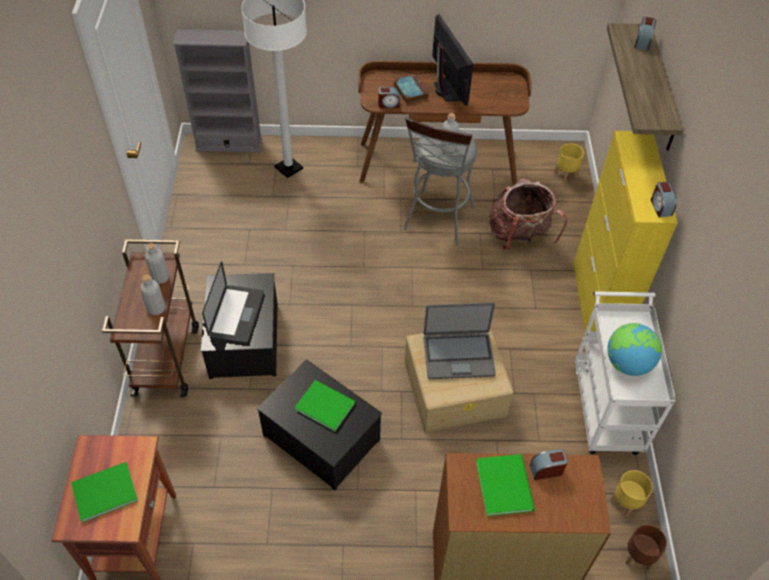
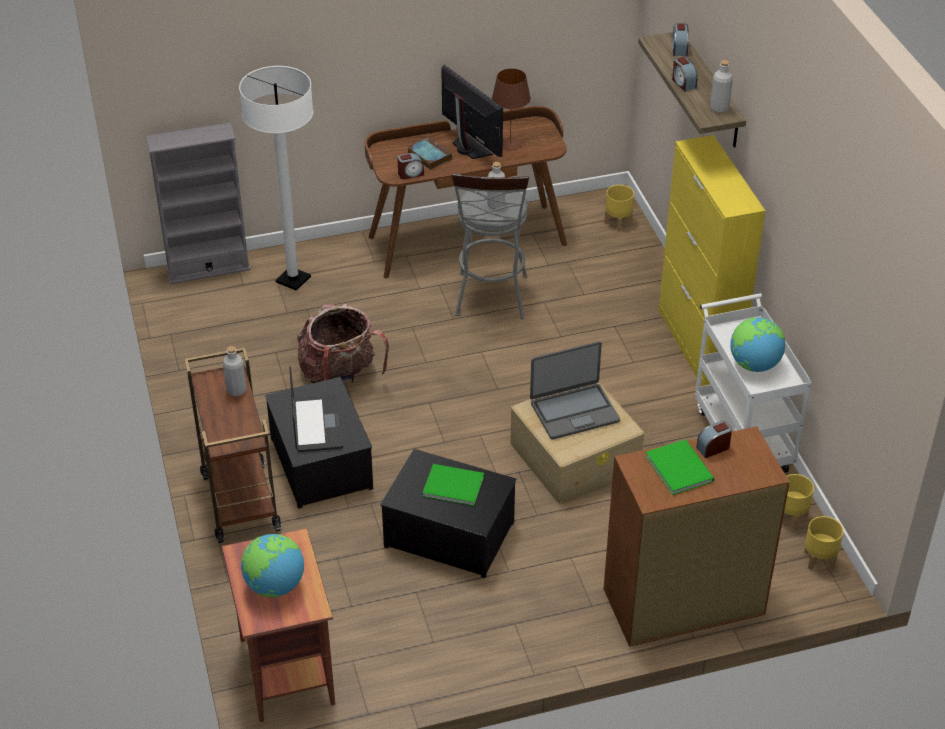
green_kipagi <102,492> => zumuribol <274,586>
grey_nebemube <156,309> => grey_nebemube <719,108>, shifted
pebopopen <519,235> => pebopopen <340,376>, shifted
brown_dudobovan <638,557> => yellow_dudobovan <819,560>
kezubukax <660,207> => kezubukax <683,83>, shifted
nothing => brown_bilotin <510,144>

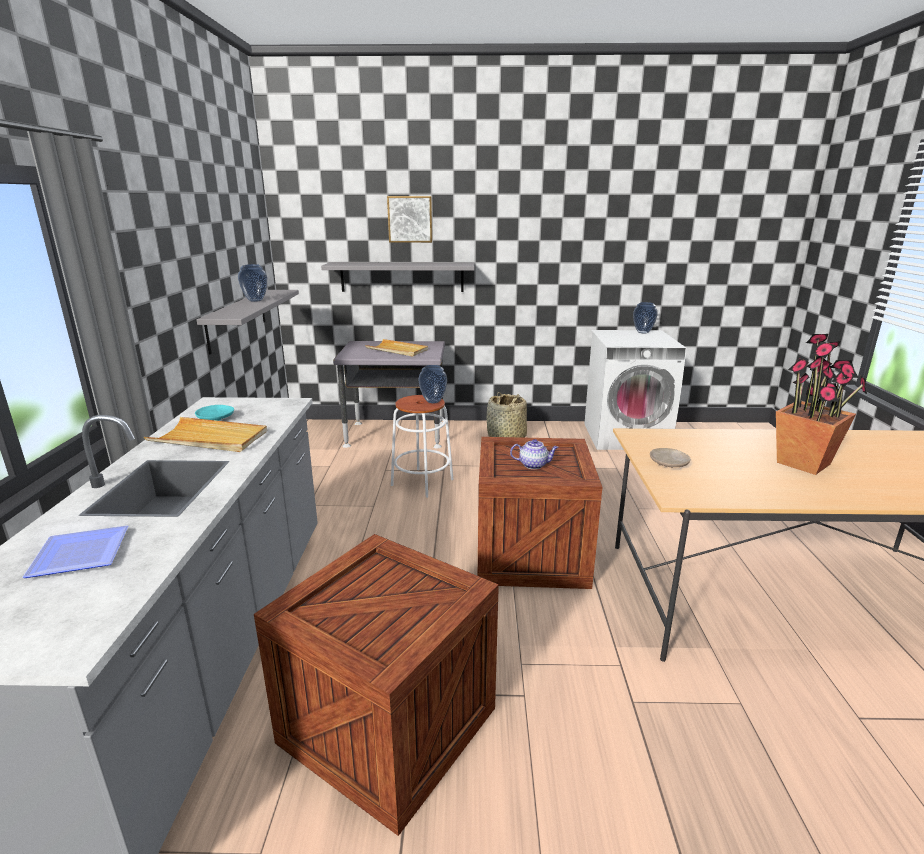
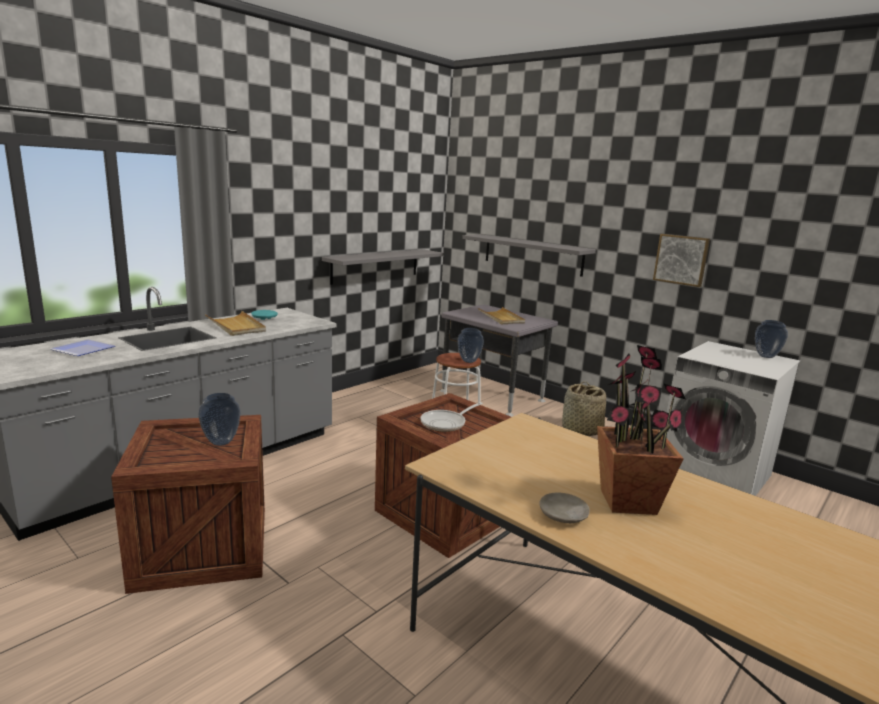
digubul <256,300> => digubul <221,442>, shifted
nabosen <410,219> => nabosen <681,259>, shifted
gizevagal <534,465> => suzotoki <446,423>
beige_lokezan <669,463> => beige_lokezan <563,515>, shifted

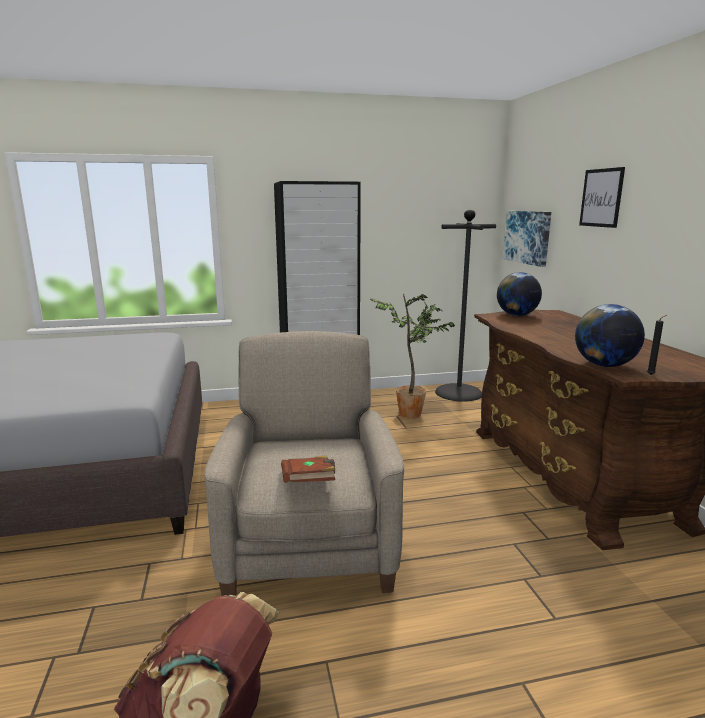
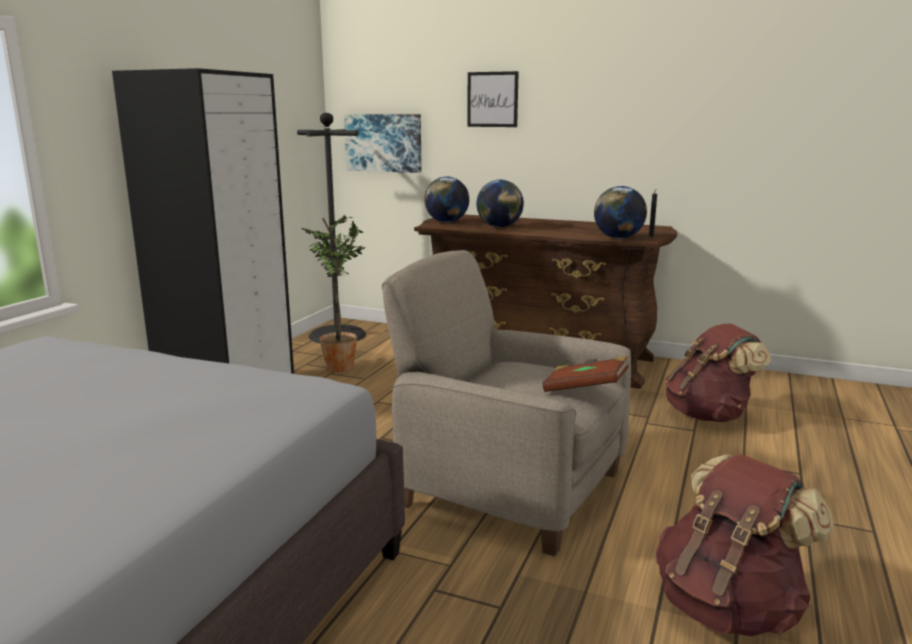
nothing => zumuribol <499,227>
nothing => brown_pebopopen <709,415>

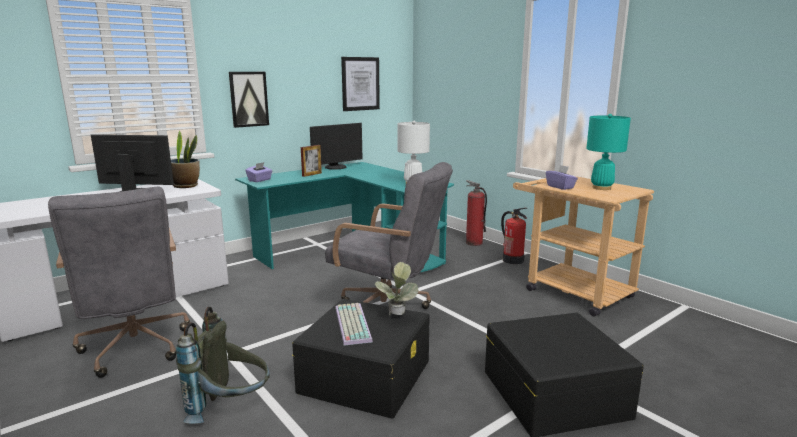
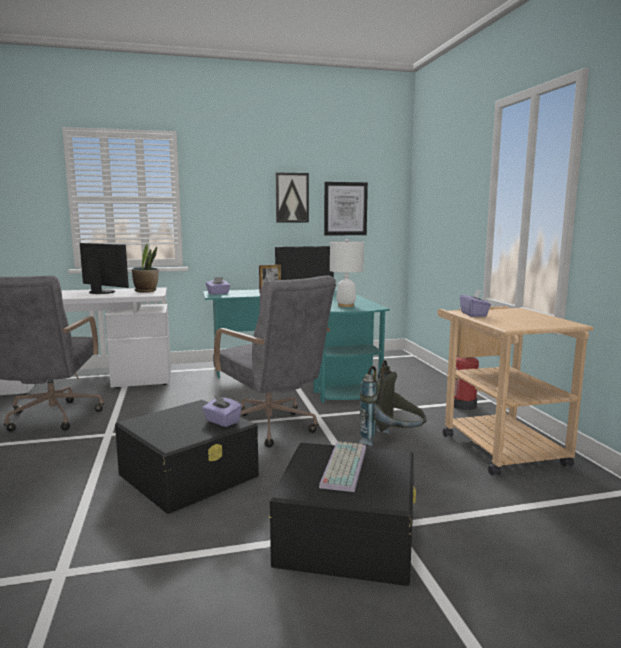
grey_pebopopen <231,409> => grey_pebopopen <392,444>, shifted
nabosen <248,99> => nabosen <292,197>, shifted
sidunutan <351,324> => sidunutan <342,466>, shifted
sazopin <396,318> => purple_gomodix <222,421>
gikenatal <474,243> => nothing
turquoise_bilotin <601,188> => nothing

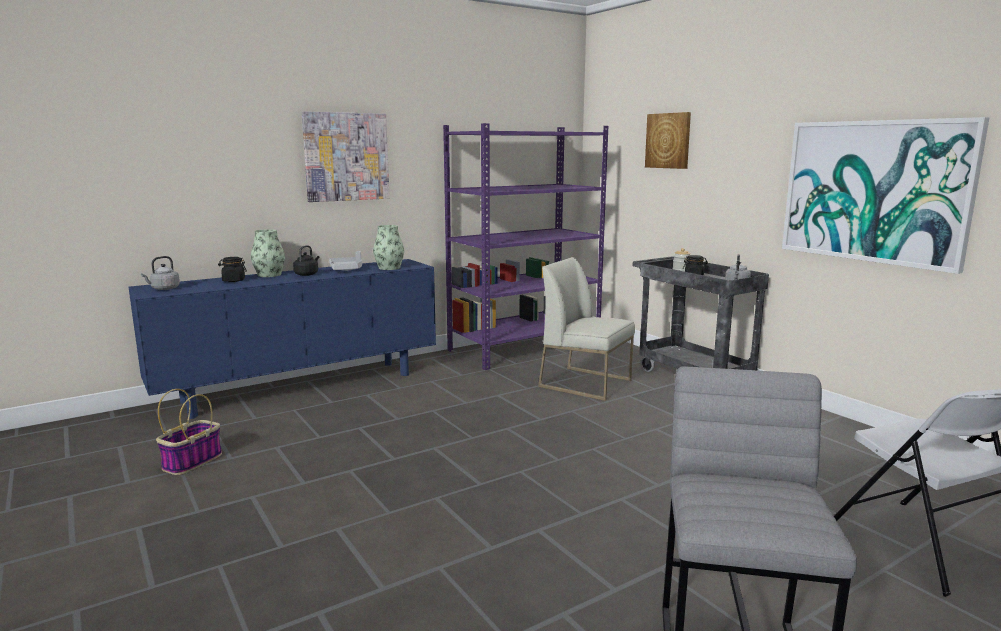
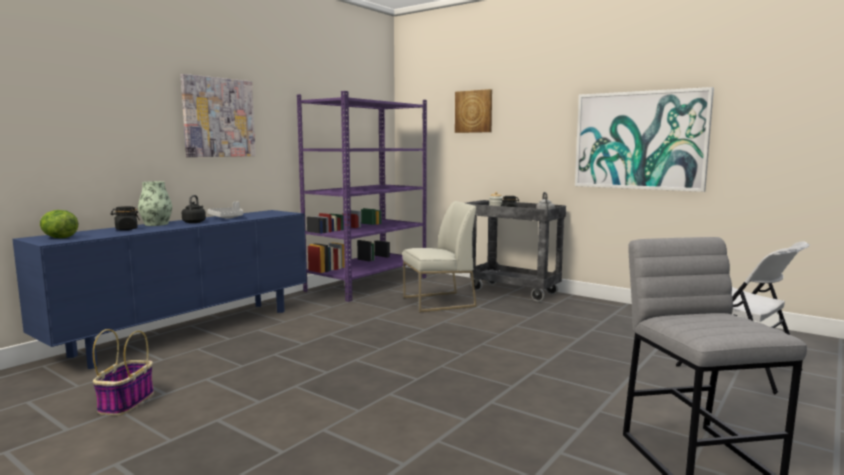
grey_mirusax <164,289> => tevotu <59,238>
digubul <389,268> => nothing
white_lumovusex <586,383> => white_lumovusex <438,302>, 150 degrees clockwise

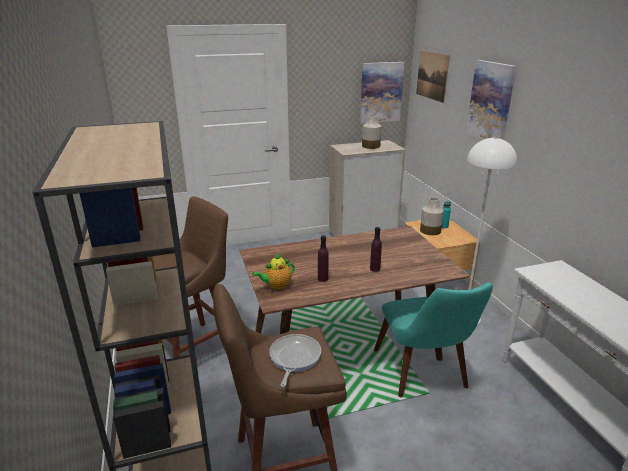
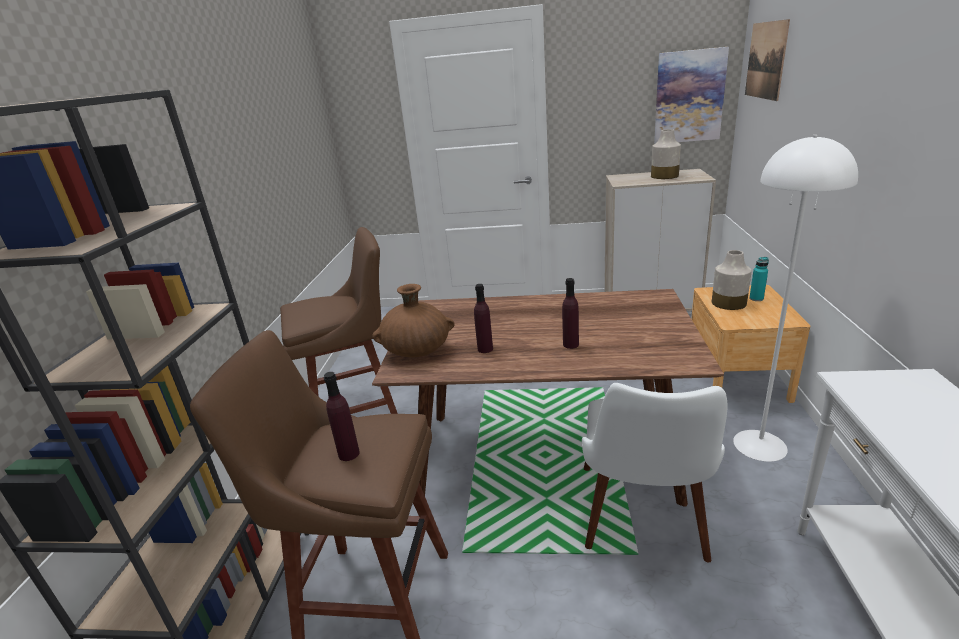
gizevagal <276,286> => brown_digubul <417,351>
suzotoki <294,358> => purple_nebemube <349,454>
turquoise_lumovusex <425,376> => white_lumovusex <644,525>
nabosen <491,102> => nothing

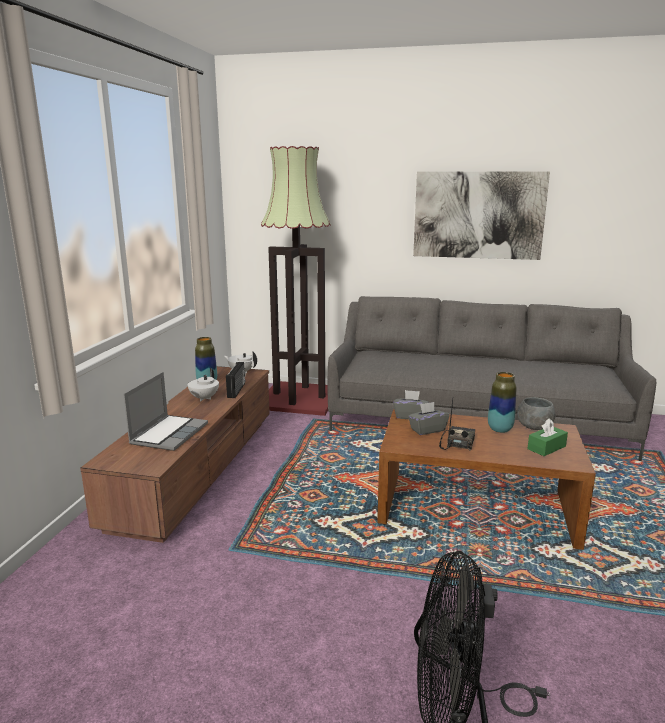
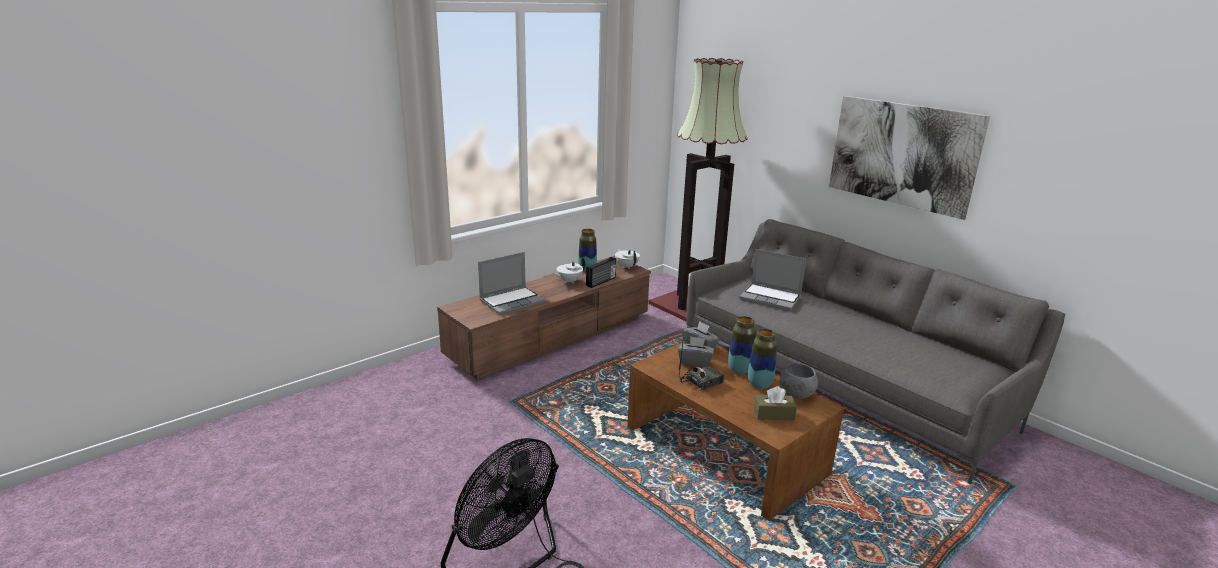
green_gomodix <546,448> => brown_gomodix <773,414>
nothing => digubul <739,370>
nothing => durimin <771,298>

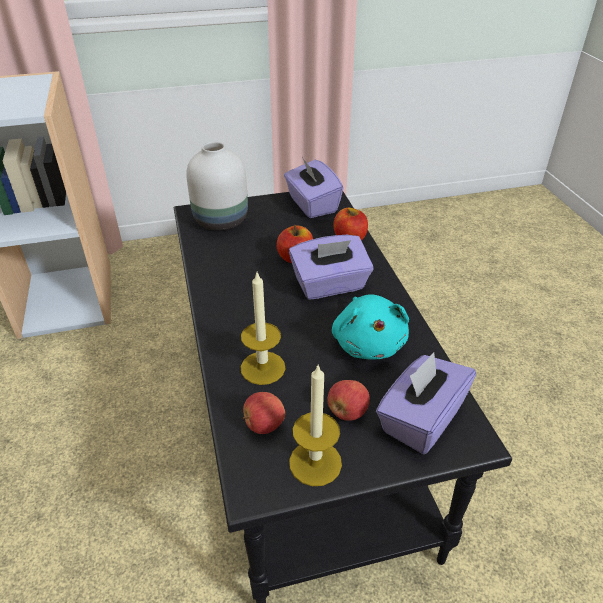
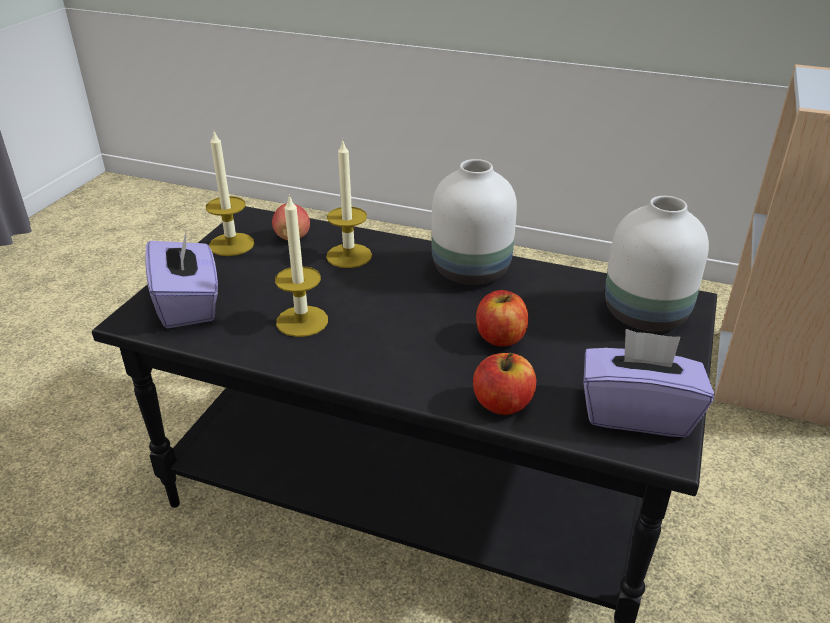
purple_gomodix <330,285> => nothing
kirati <347,412> => nothing
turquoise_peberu <368,342> => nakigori <302,321>
nothing => white_digubul <472,270>

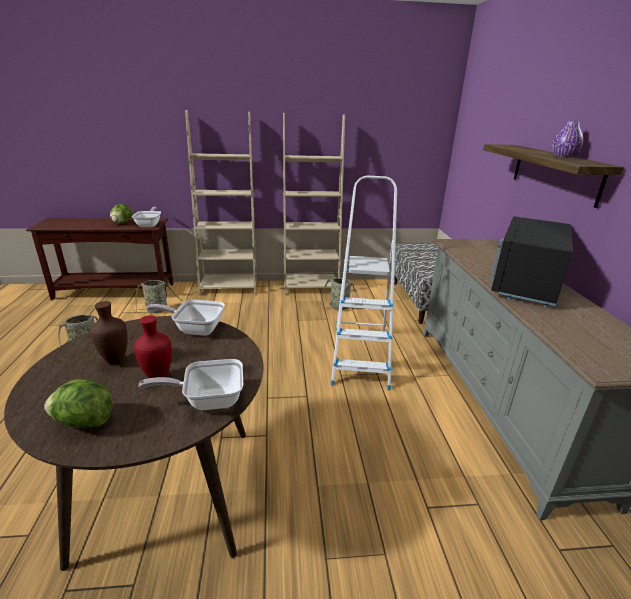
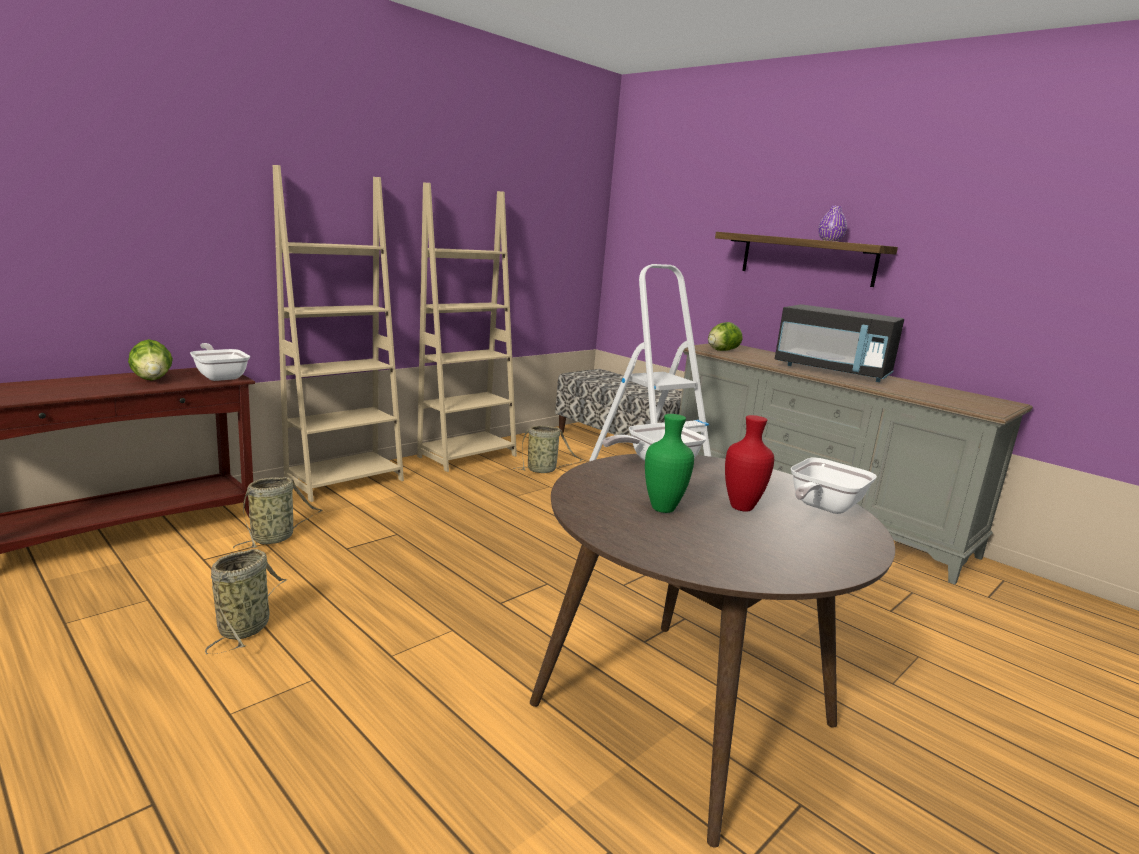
tevotu <84,422> => tevotu <722,350>, shifted
brown_digubul <116,360> => green_digubul <662,508>
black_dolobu <523,285> => black_dolobu <832,371>, 45 degrees counterclockwise

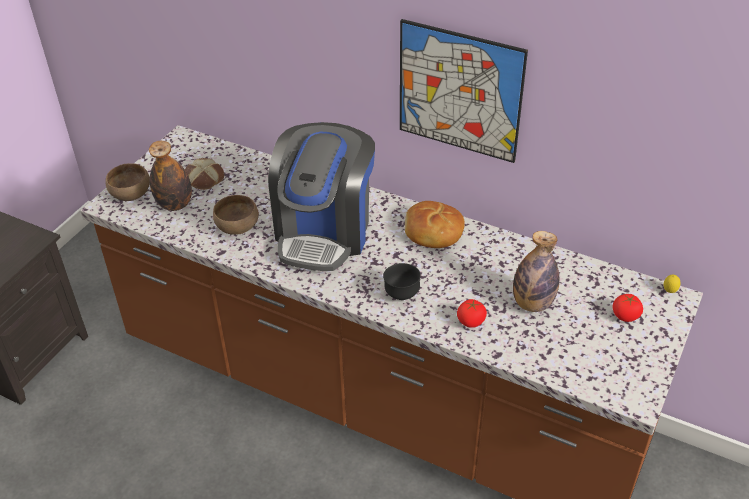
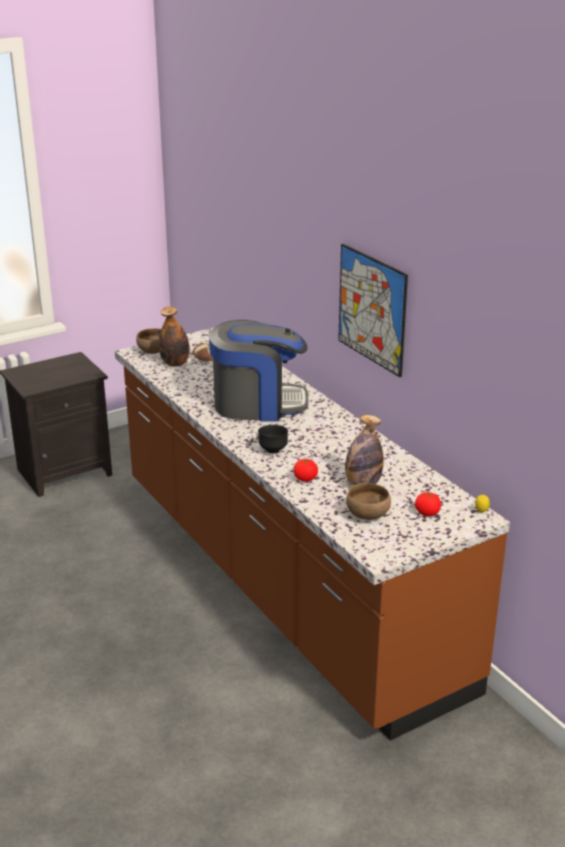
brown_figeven <237,226> => brown_figeven <367,514>, shifted
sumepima <324,231> => sumepima <258,404>, 135 degrees counterclockwise
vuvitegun <433,232> => nothing

